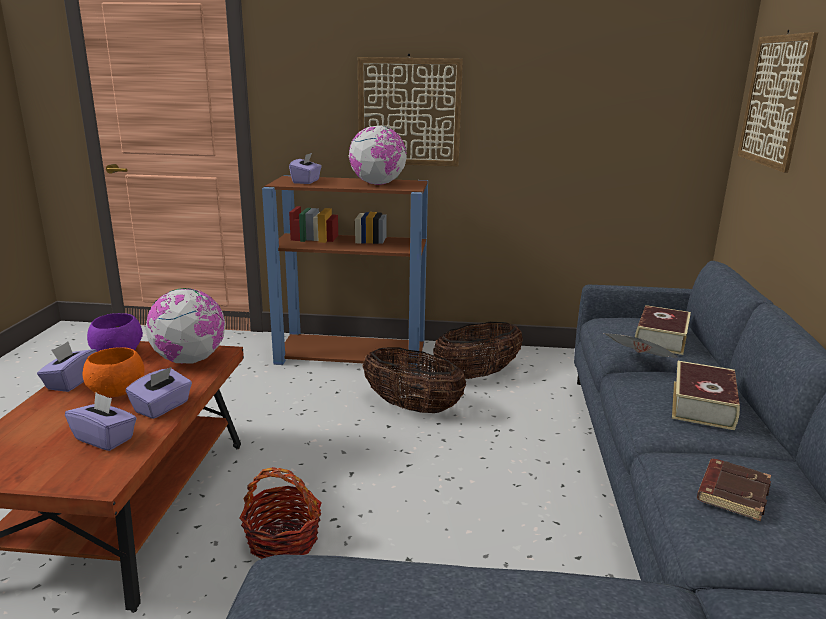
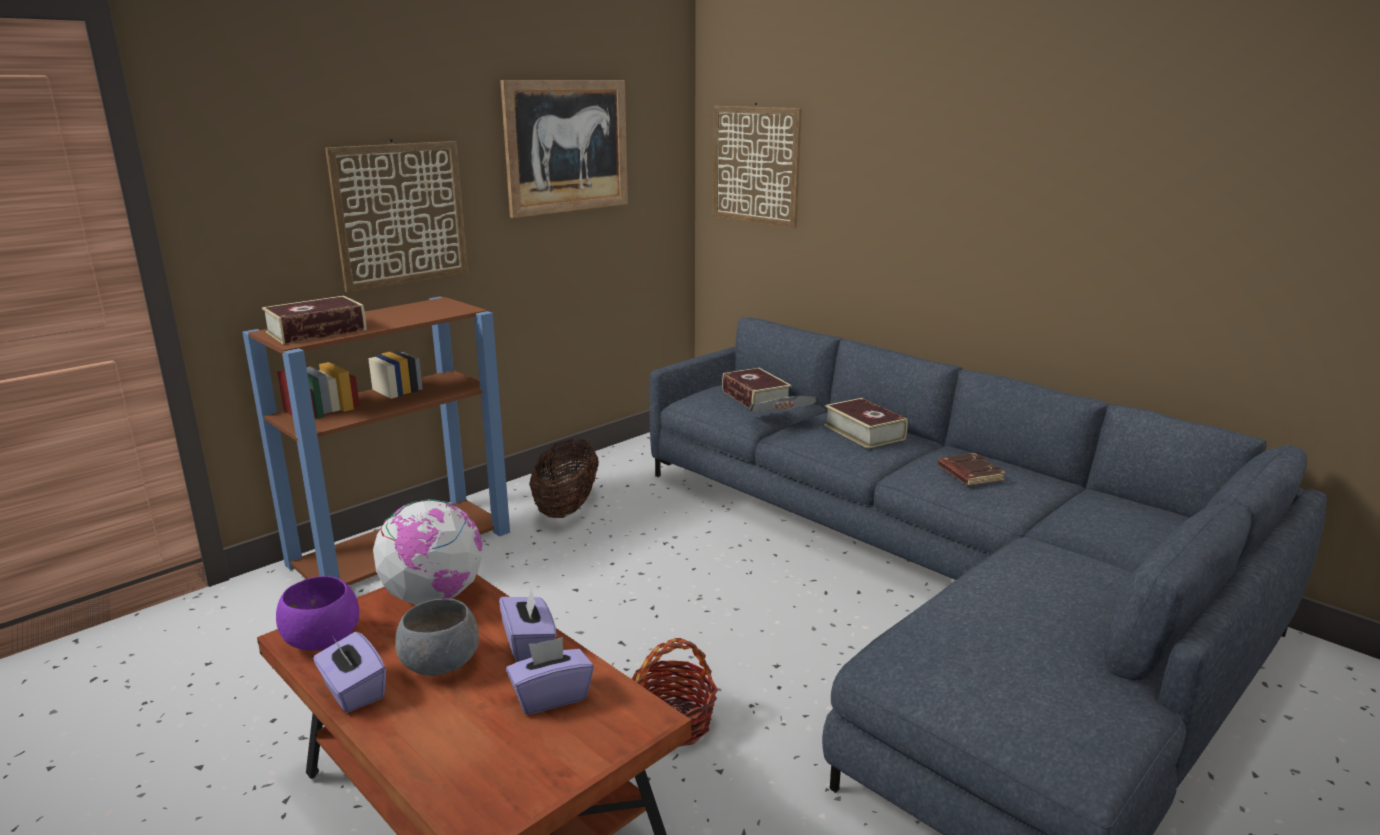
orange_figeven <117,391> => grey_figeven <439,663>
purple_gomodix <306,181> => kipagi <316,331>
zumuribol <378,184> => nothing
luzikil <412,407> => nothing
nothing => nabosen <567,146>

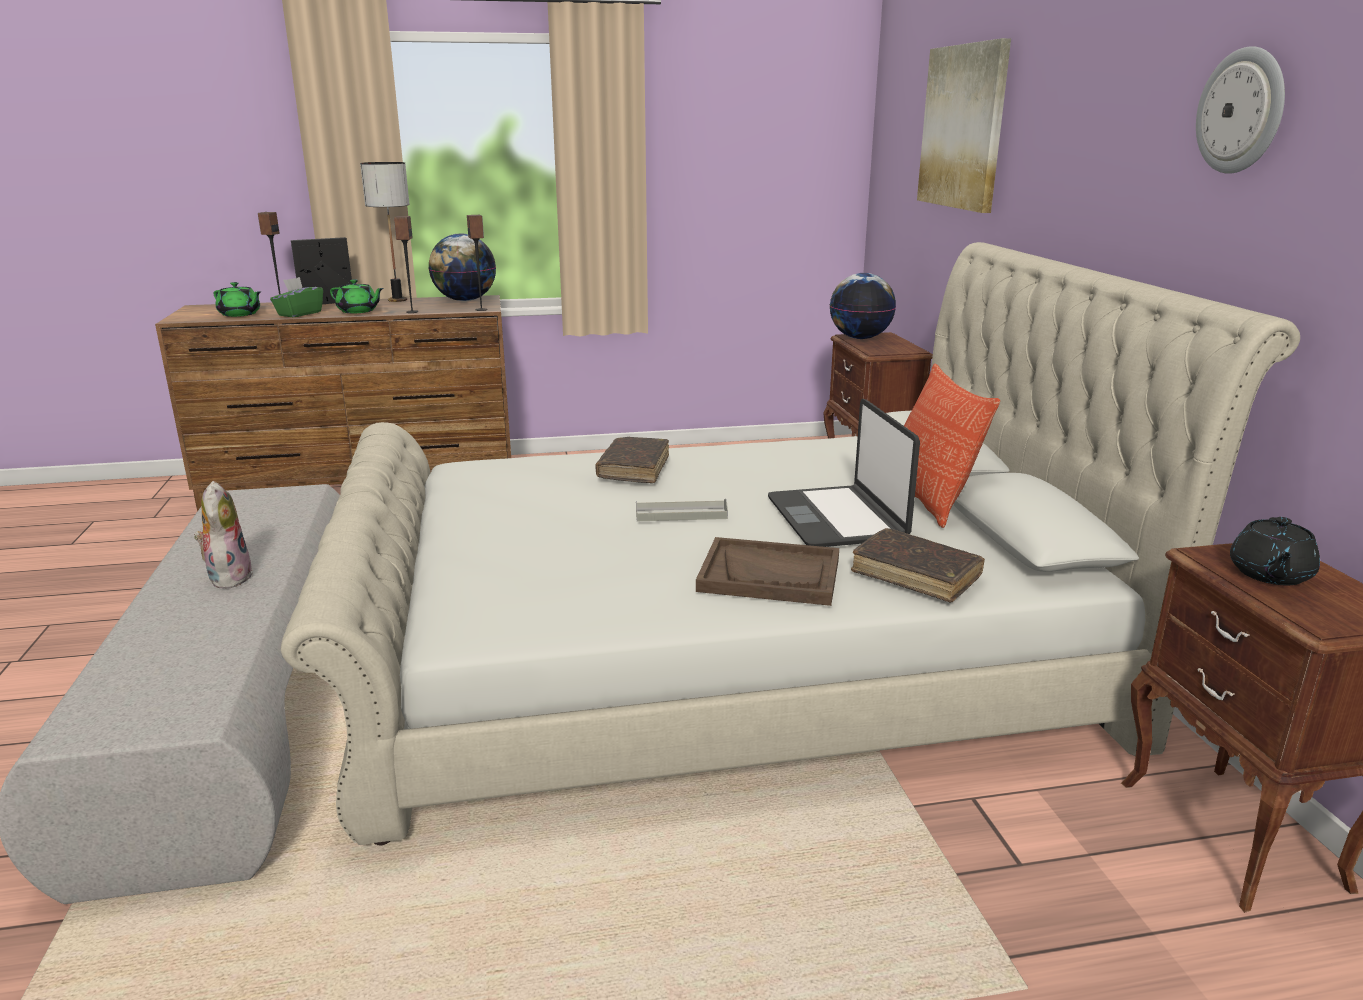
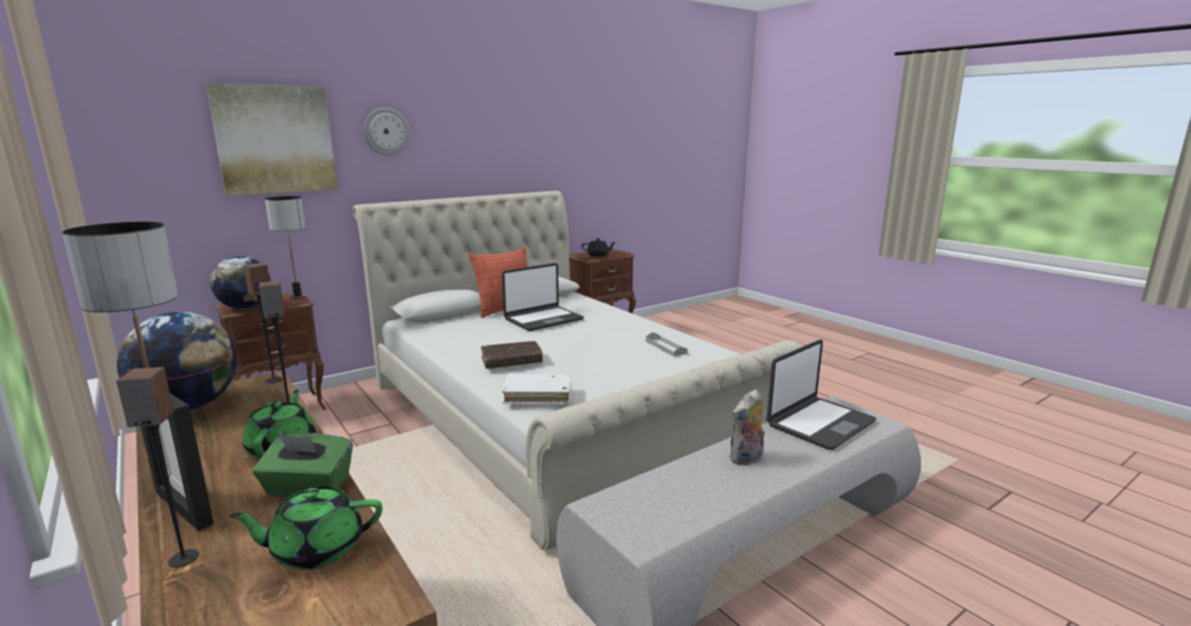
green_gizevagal <240,314> => green_gizevagal <316,549>, 105 degrees counterclockwise
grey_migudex <681,514> => grey_migudex <665,347>, shifted
brown_migudex <770,575> => nothing
brown_kipagi <916,575> => nothing
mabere <1242,111> => mabere <386,131>, shifted
nothing => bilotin <297,297>
nothing => white_kipagi <538,395>
nothing => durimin <819,423>

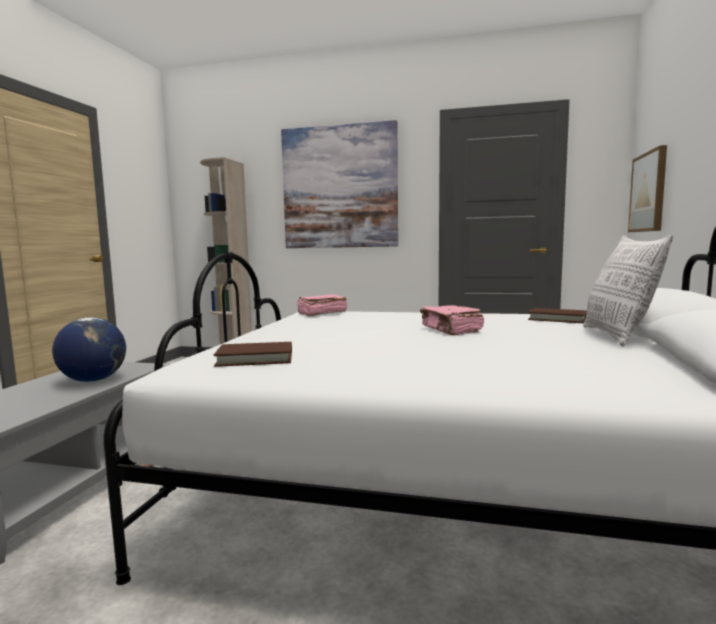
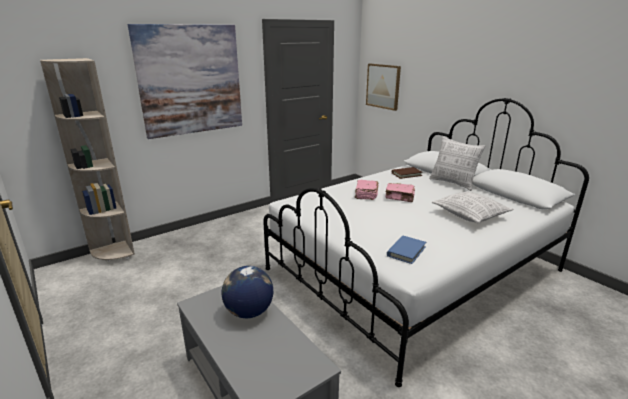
brown_kipagi <255,358> => blue_kipagi <406,251>
pink_kipagi <321,313> => pink_kipagi <366,194>, shifted
nothing => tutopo <470,215>

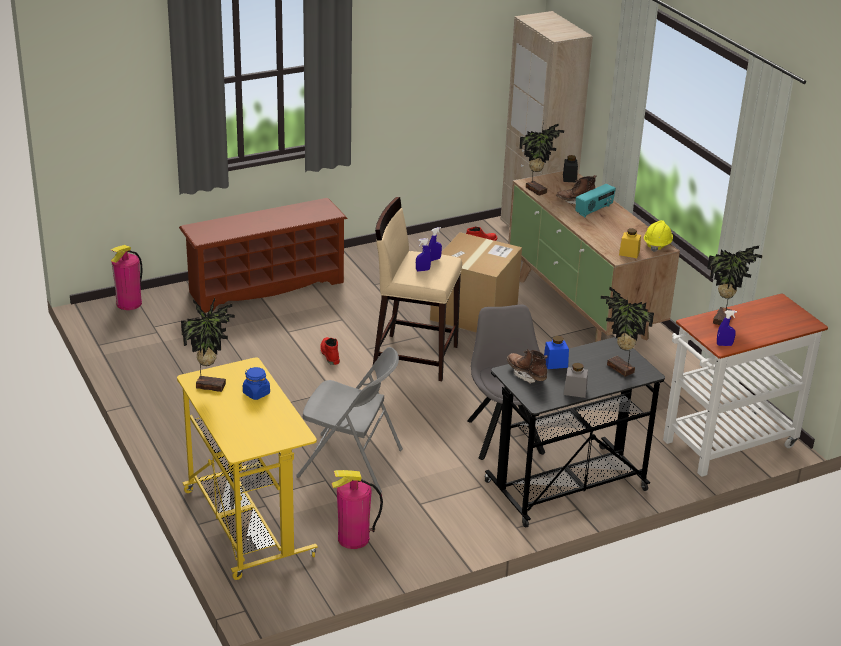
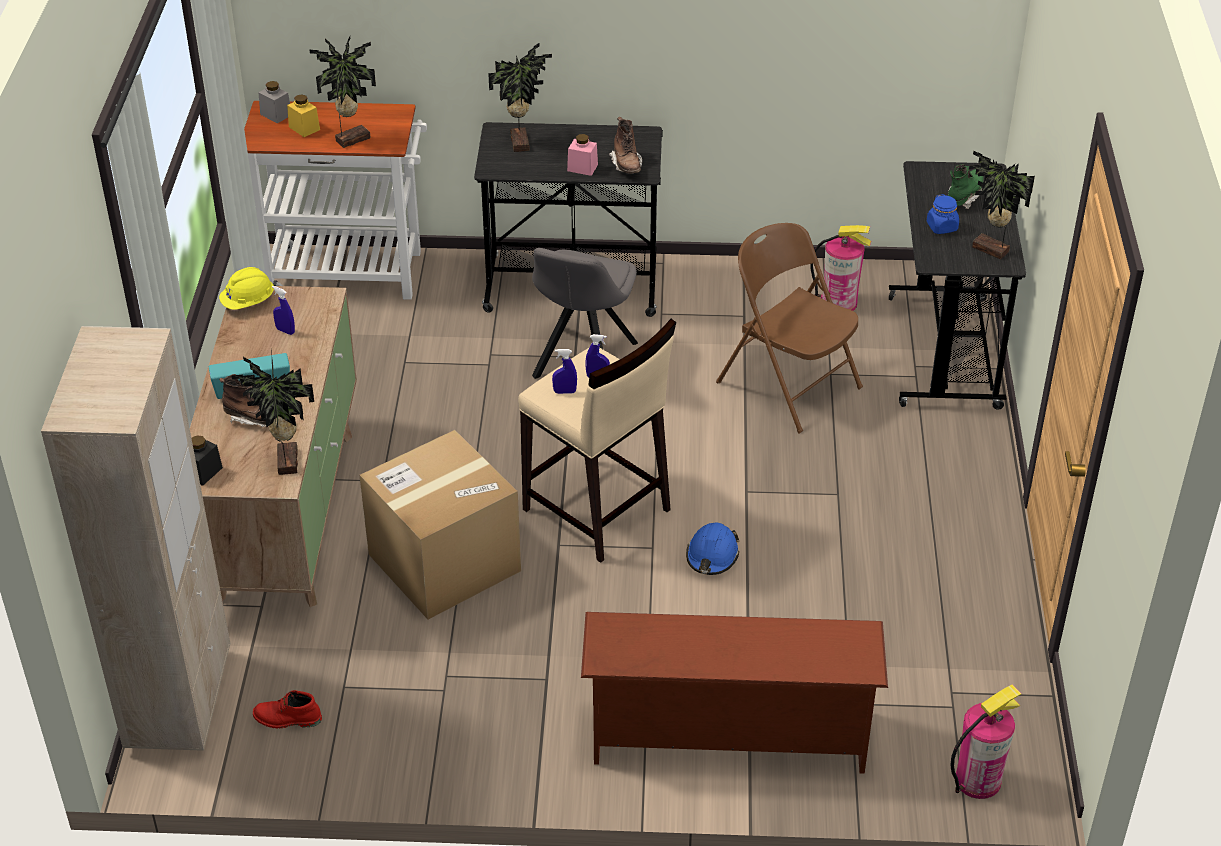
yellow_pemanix <248,523> => black_pemanix <944,352>
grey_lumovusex <350,463> => brown_lumovusex <789,384>
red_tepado <329,354> => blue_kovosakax <712,556>
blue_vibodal <555,363> => pink_vibodal <582,168>
grey_vibodal <575,391> => grey_vibodal <276,114>, shifted
yellow_vibodal <629,253> => yellow_vibodal <304,128>, shifted
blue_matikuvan <724,345> => blue_matikuvan <285,331>, shifted
nothing => green_tepado <964,197>

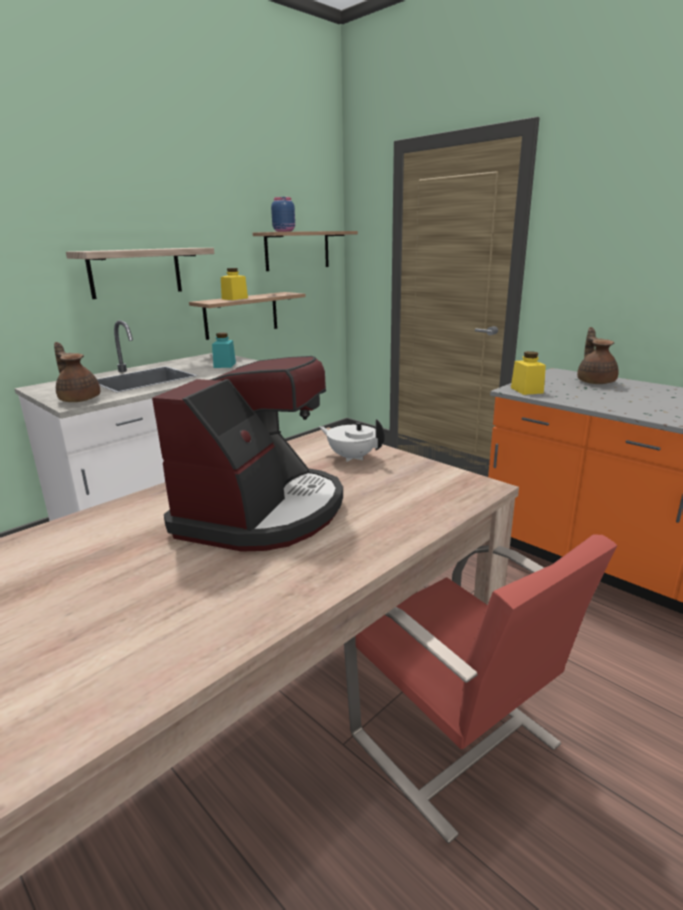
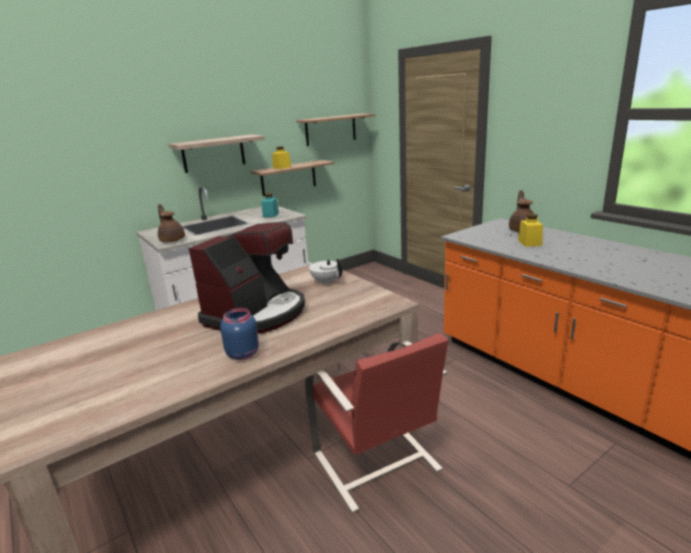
blue_vibodal <284,231> => blue_vibodal <243,353>, shifted
yellow_vibodal <526,390> => yellow_vibodal <529,243>, shifted

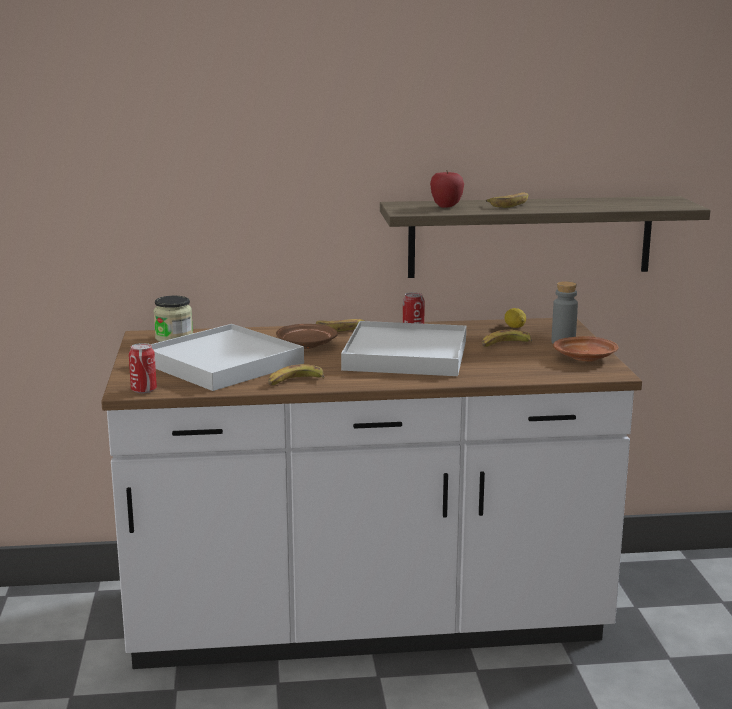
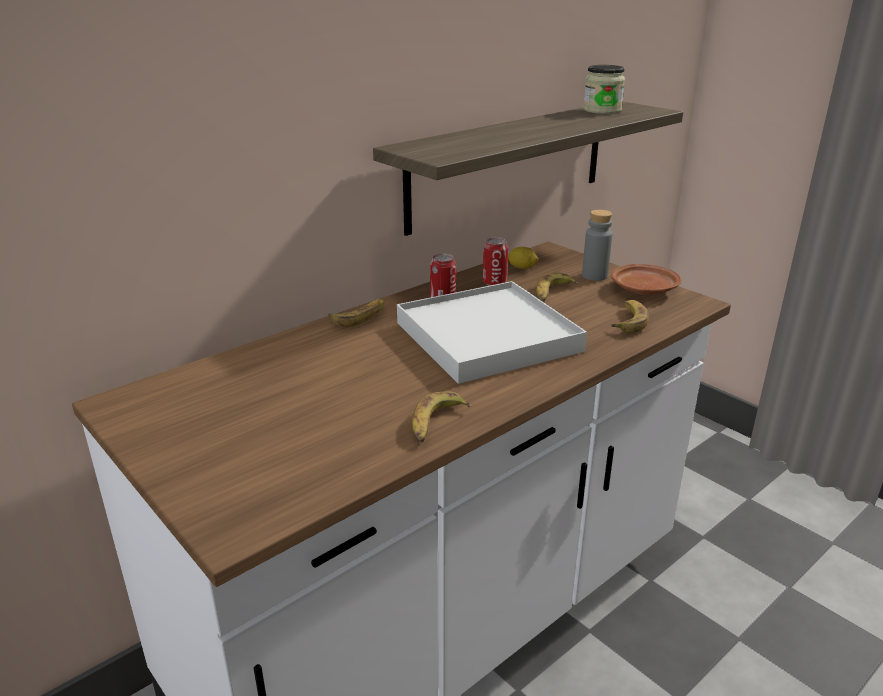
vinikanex <144,390> => vinikanex <494,283>, shifted
white_migudex <223,363> => nothing
vibodal <174,338> => vibodal <602,110>, shifted
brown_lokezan <306,345> => nothing
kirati <446,206> => nothing
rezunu <510,204> => rezunu <628,320>, shifted

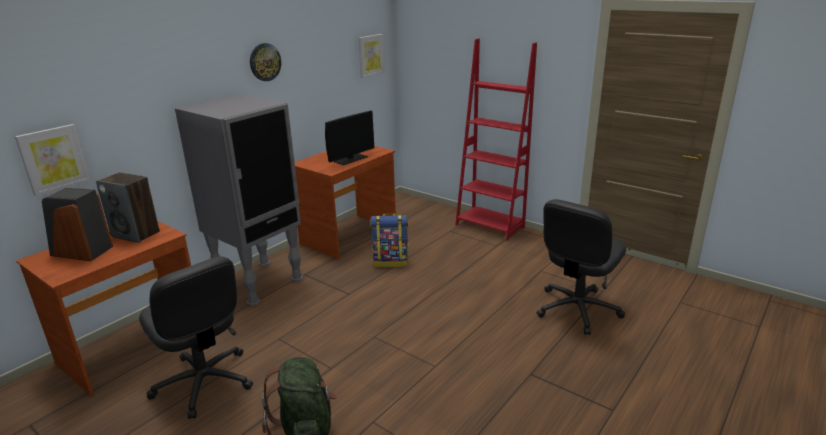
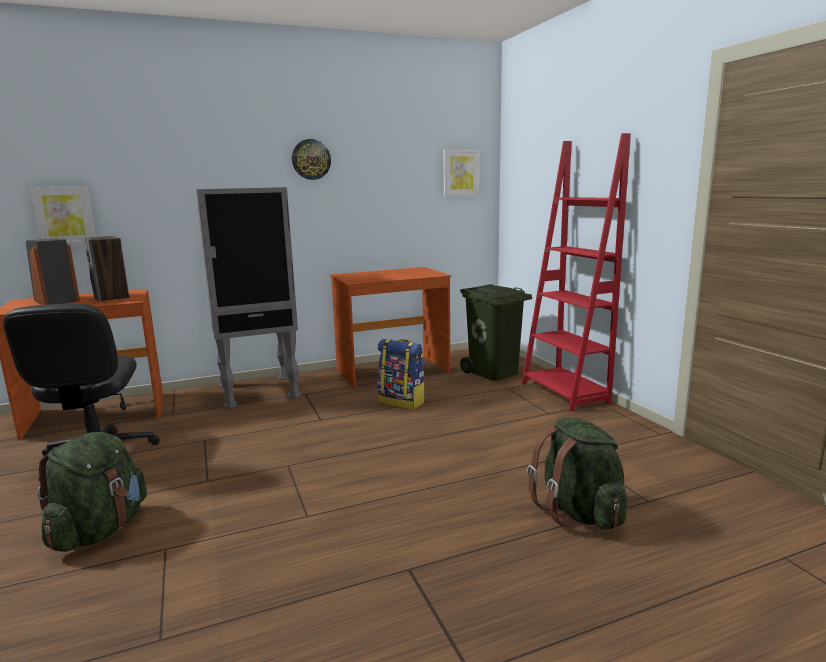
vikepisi <351,159> => nothing
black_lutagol <577,309> => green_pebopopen <578,512>
nothing => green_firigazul <493,372>

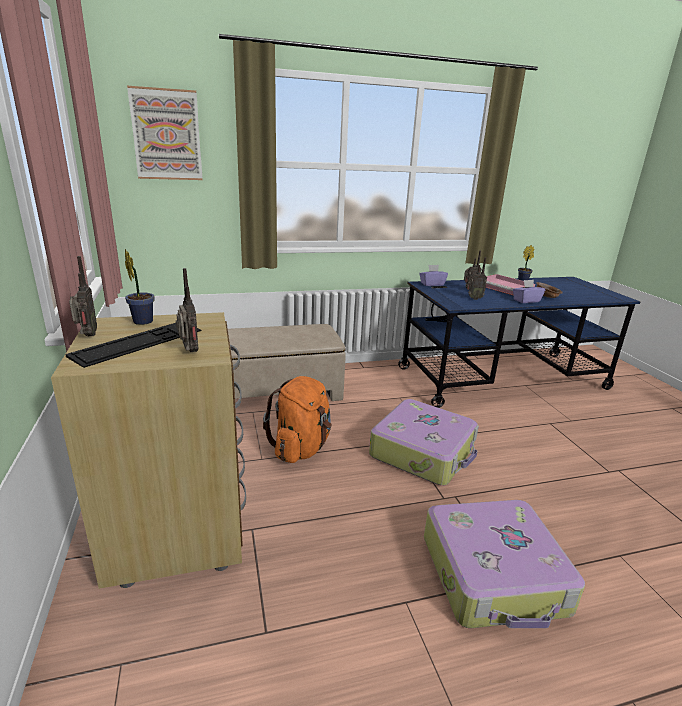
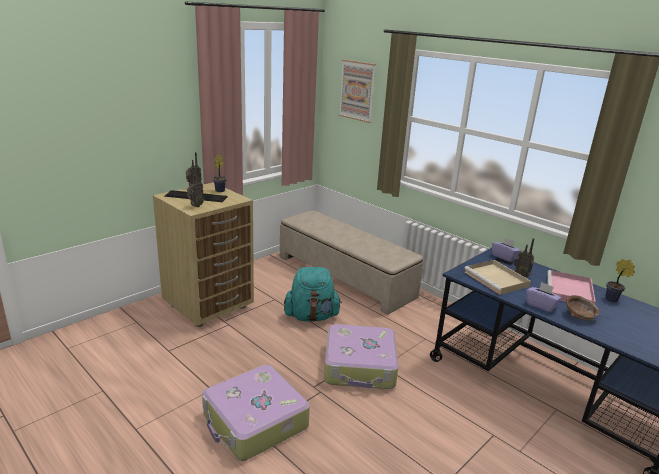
orange_pebopopen <301,448> => turquoise_pebopopen <311,316>
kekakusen <473,298> => beige_migudex <497,279>

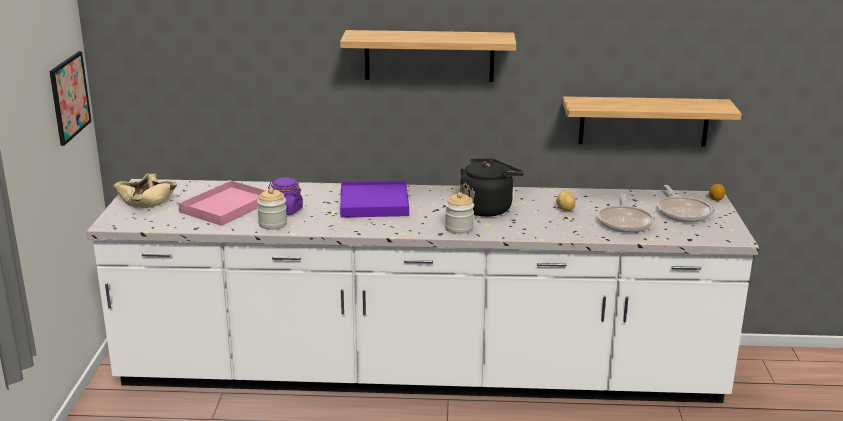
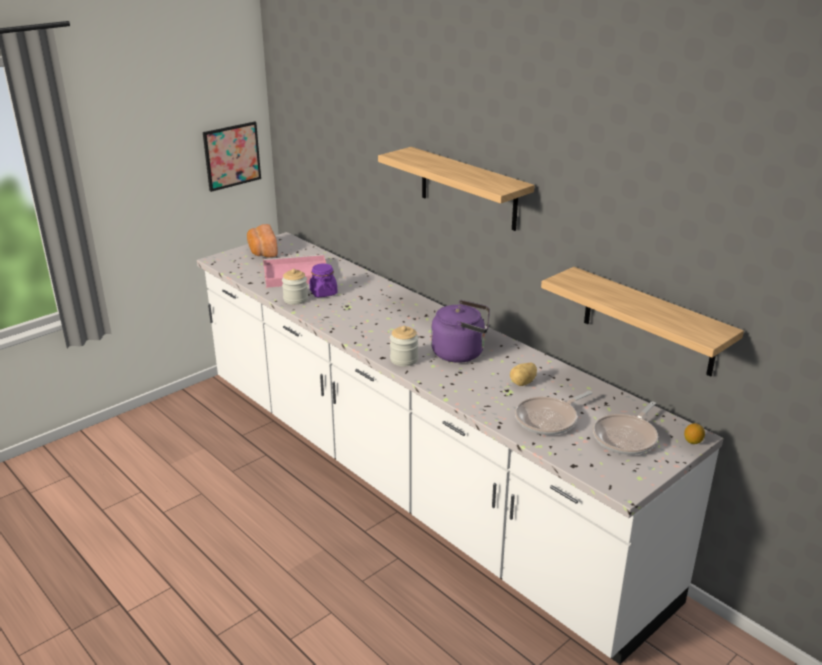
beige_figeven <146,201> => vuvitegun <262,251>
purple_migudex <374,203> => nothing
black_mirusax <488,208> => purple_mirusax <461,353>

